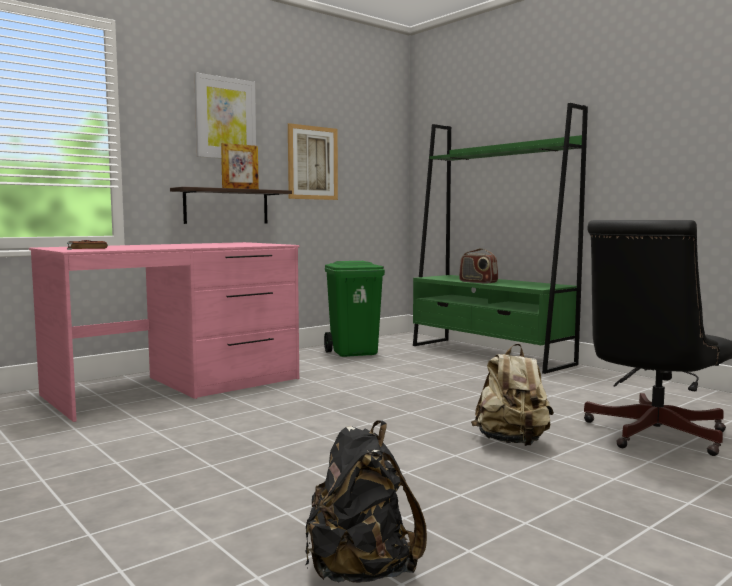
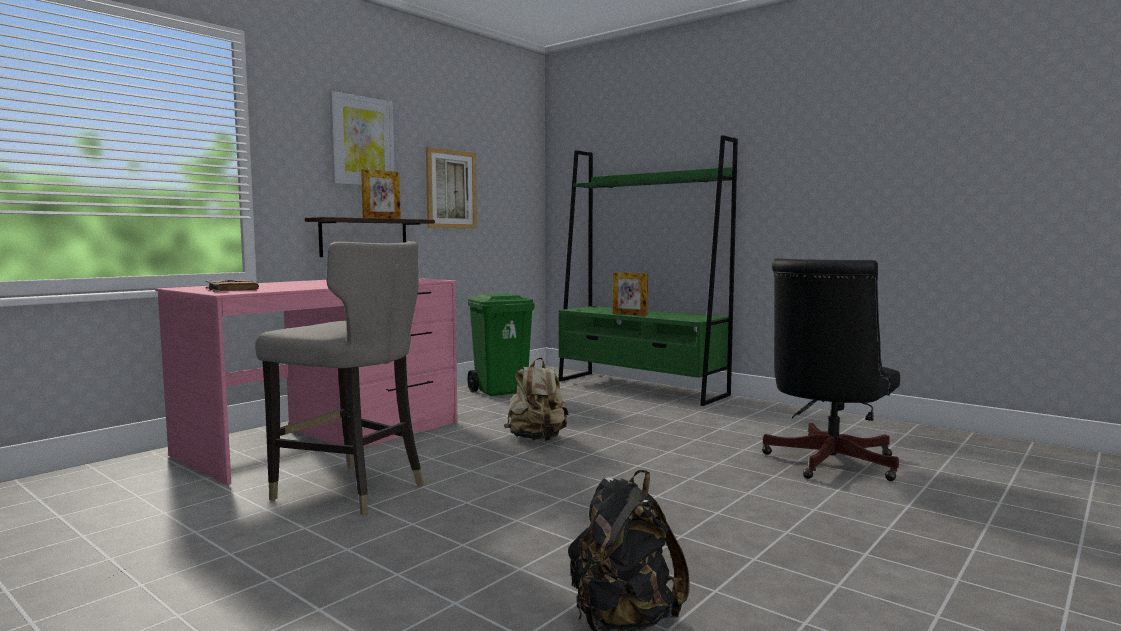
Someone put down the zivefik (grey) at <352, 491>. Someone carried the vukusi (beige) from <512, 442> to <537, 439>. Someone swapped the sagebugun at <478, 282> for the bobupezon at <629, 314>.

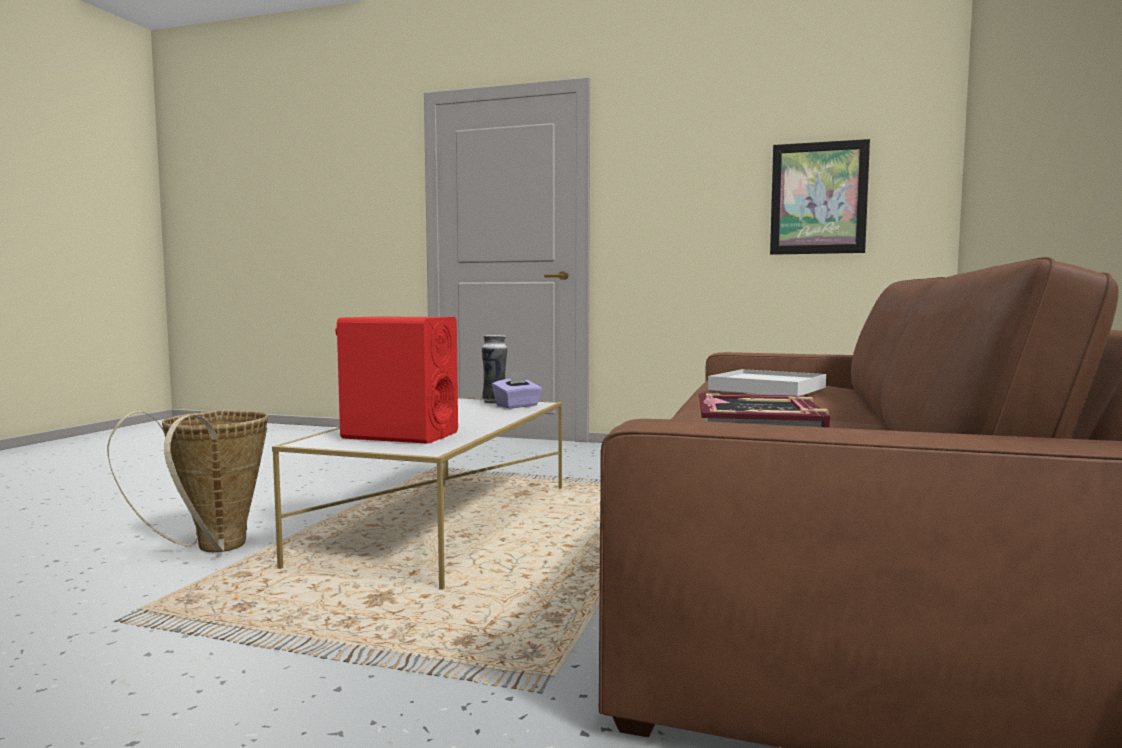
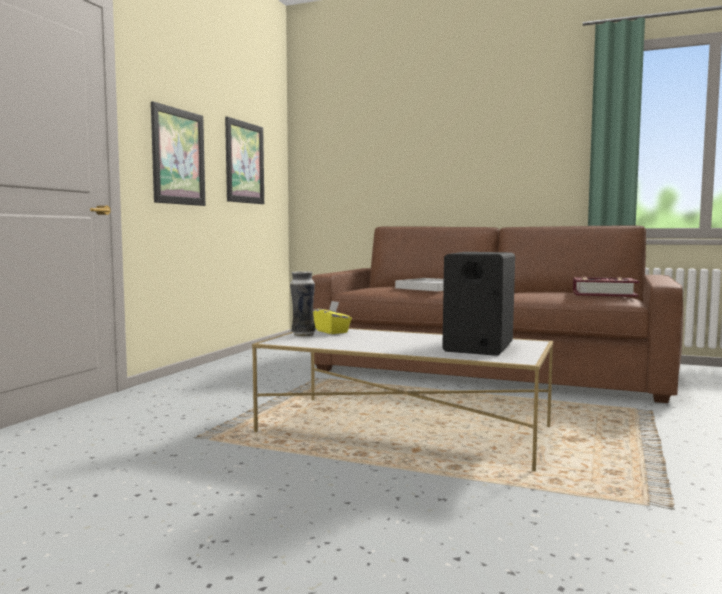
Someone took away the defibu at <212, 549>. Someone put up the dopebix at <178, 157>. Someone repainted the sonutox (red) at <400, 435>, which became the sonutox (black) at <479, 347>. Someone repainted the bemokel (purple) at <517, 406>, which became the bemokel (yellow) at <332, 331>.

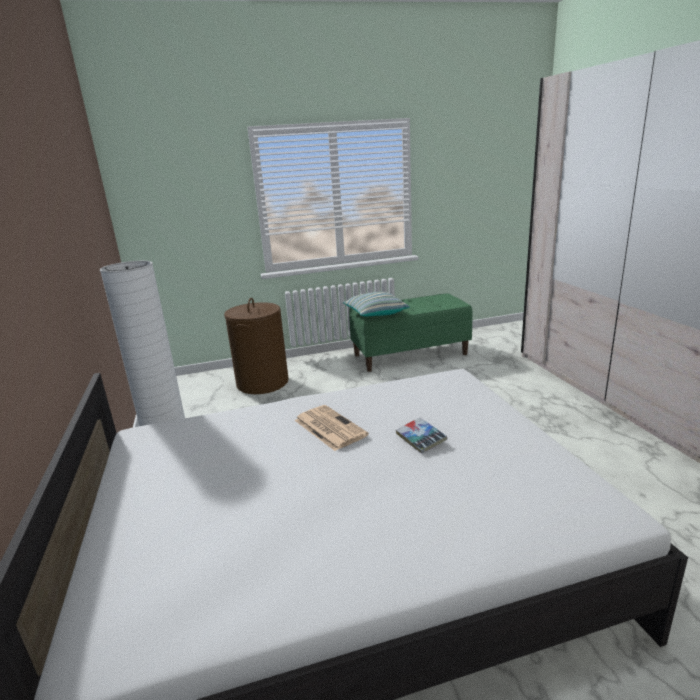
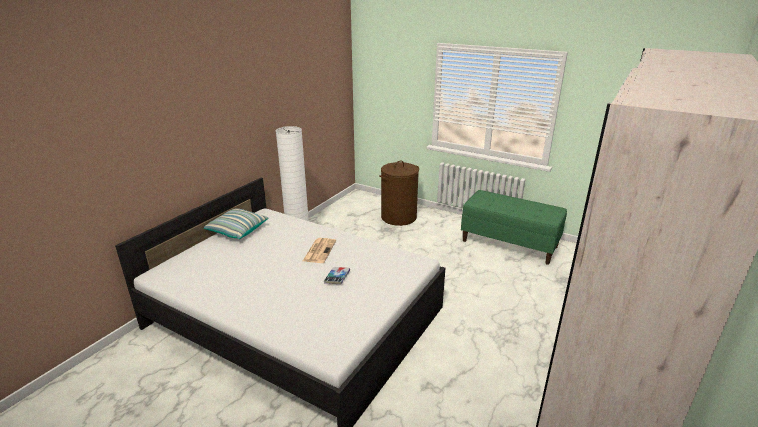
Someone carried the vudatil from <375, 314> to <237, 231>.

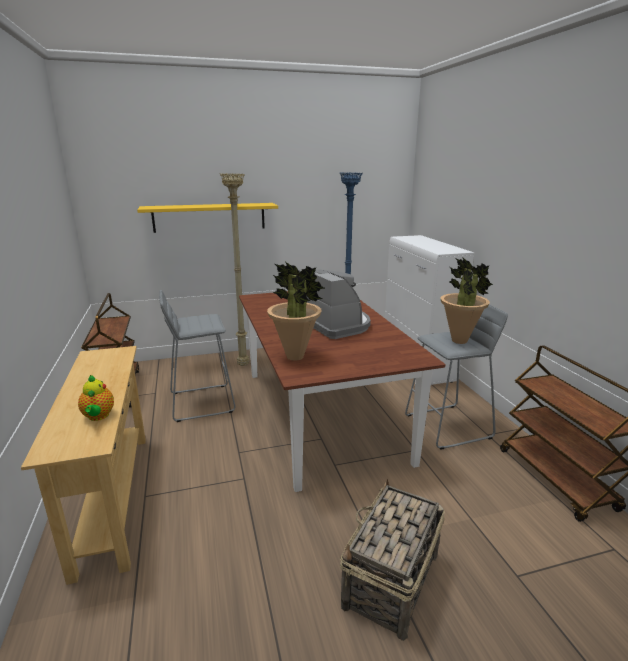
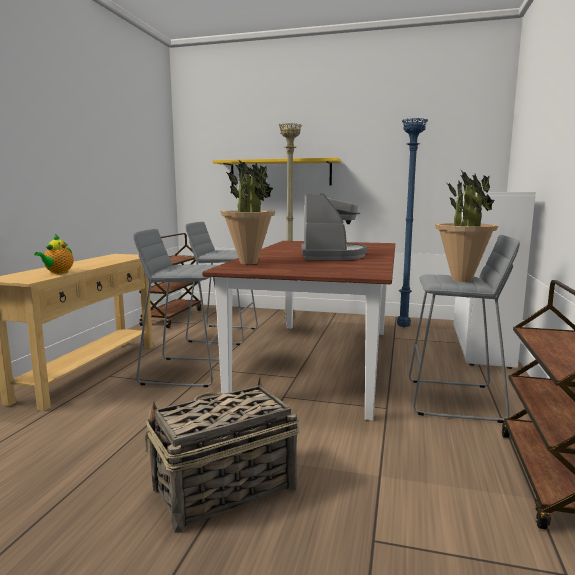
Someone put down the zivefik (grey) at <185, 371>.

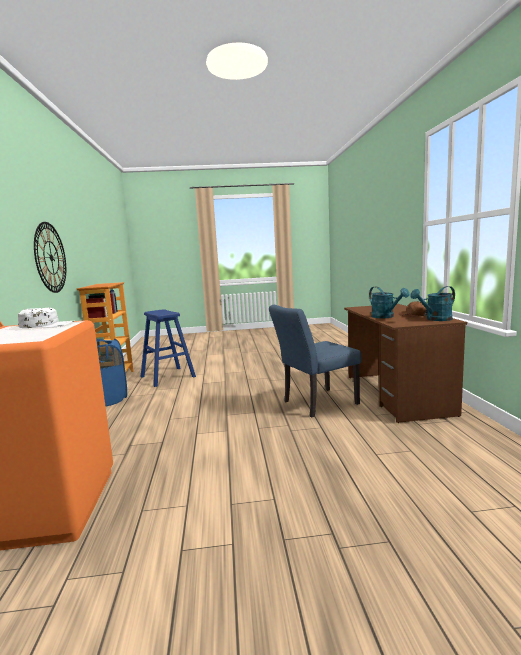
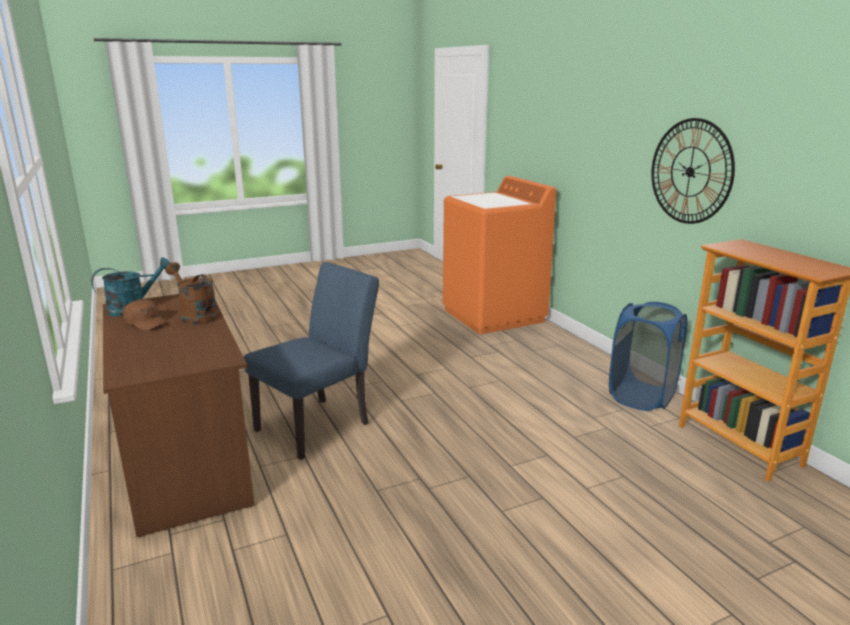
Someone took away the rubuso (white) at <47, 325>. Someone took away the zivefik (blue) at <167, 376>. Someone repainted the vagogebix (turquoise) at <386, 317>, which became the vagogebix (brown) at <195, 316>.

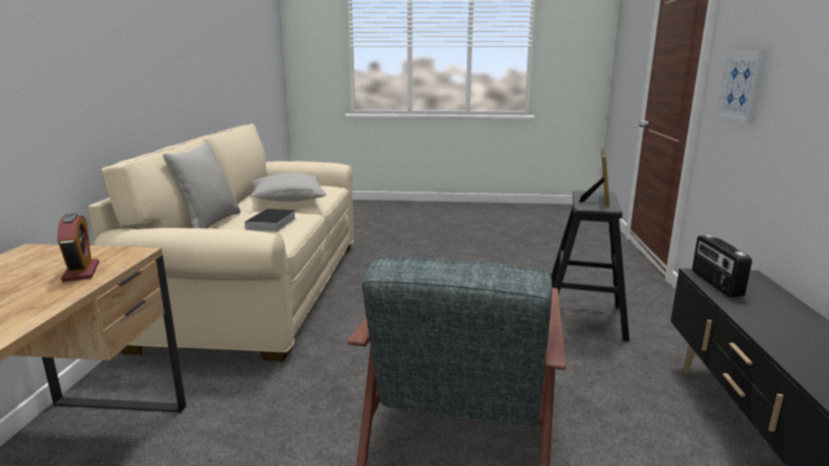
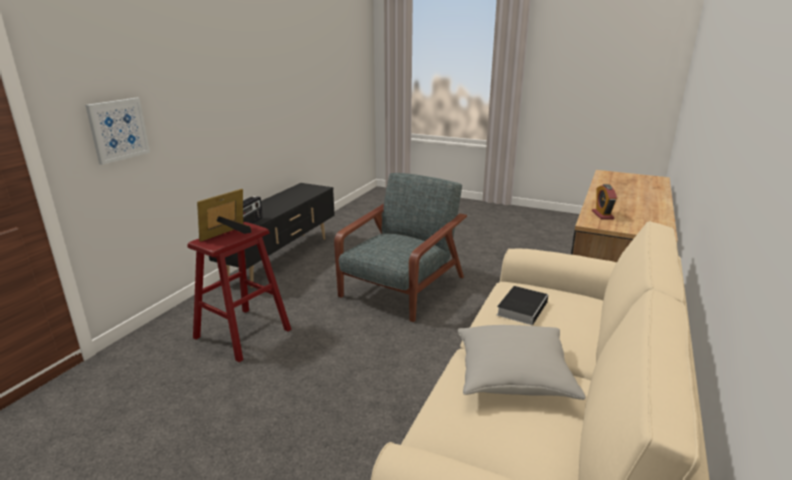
Someone took away the vudatil (grey) at <209, 224>. Someone repainted the zivefik (black) at <583, 318>, which became the zivefik (red) at <242, 334>.

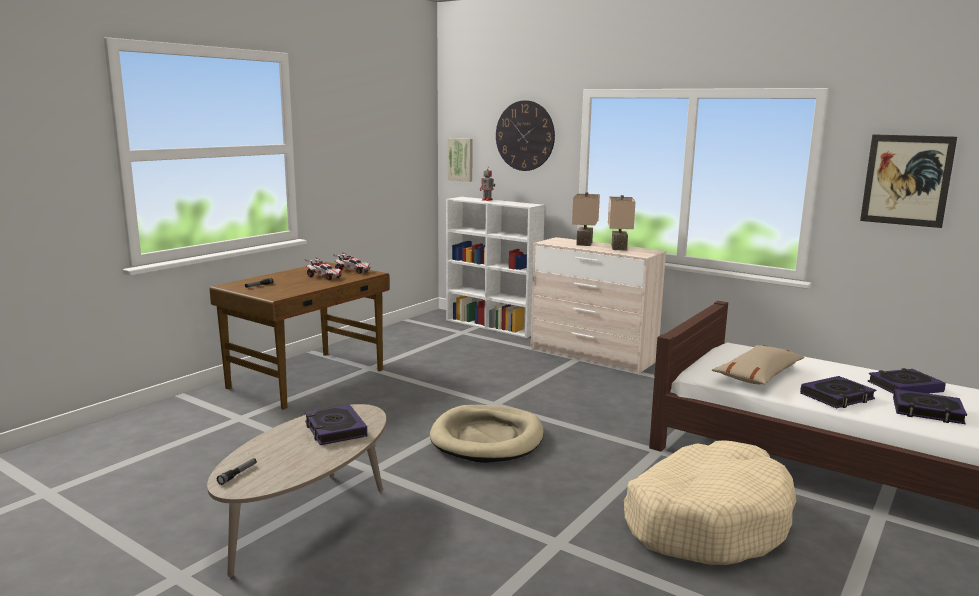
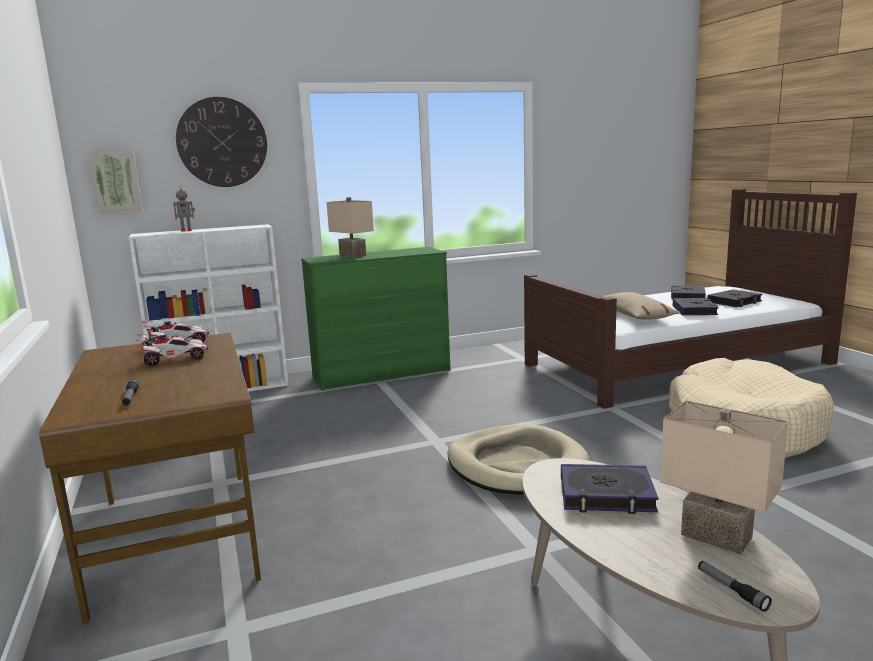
Someone took away the dopebix at <906, 180>. Someone carried the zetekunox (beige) from <617, 248> to <714, 537>. Someone repainted the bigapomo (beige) at <592, 355>, which became the bigapomo (green) at <381, 374>.

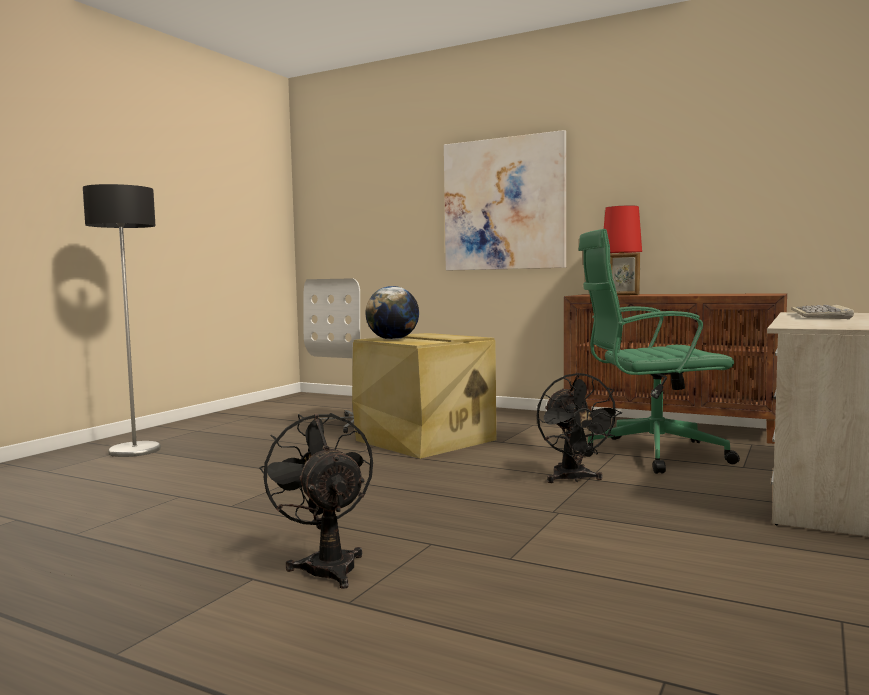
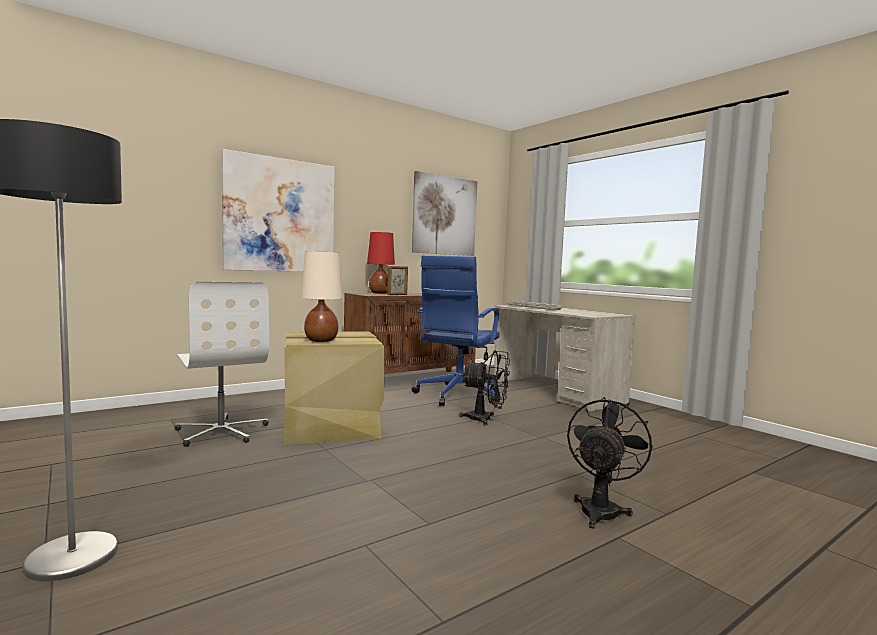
Someone put up the dopebix at <444, 215>. Someone swapped the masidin at <393, 339> for the zetekunox (beige) at <321, 340>. Someone repainted the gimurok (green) at <650, 454>, which became the gimurok (blue) at <456, 396>. Someone rotated the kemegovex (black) at <326, 565> by 120 degrees clockwise.

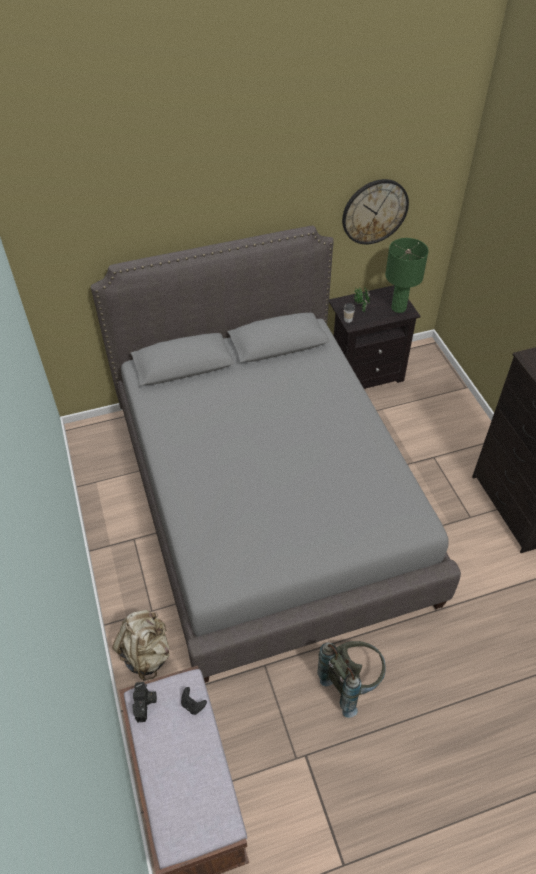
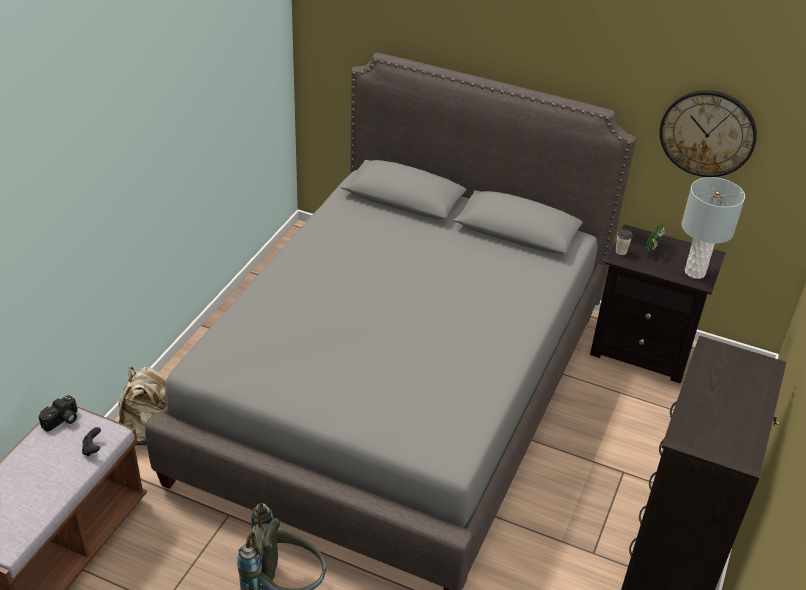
Someone repainted the zetekunox (green) at <399, 308>, which became the zetekunox (grey) at <695, 272>.

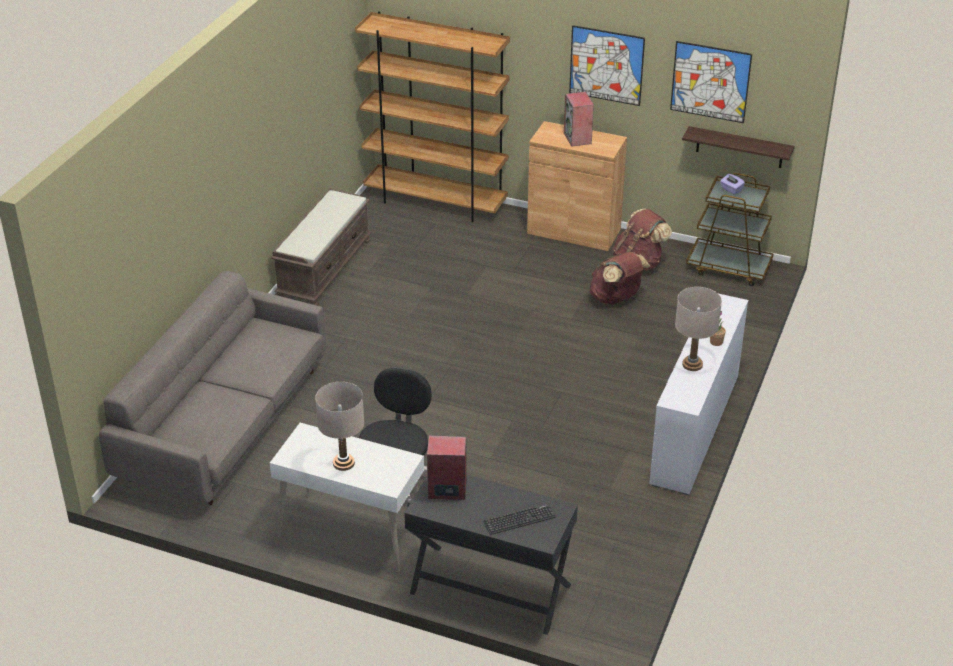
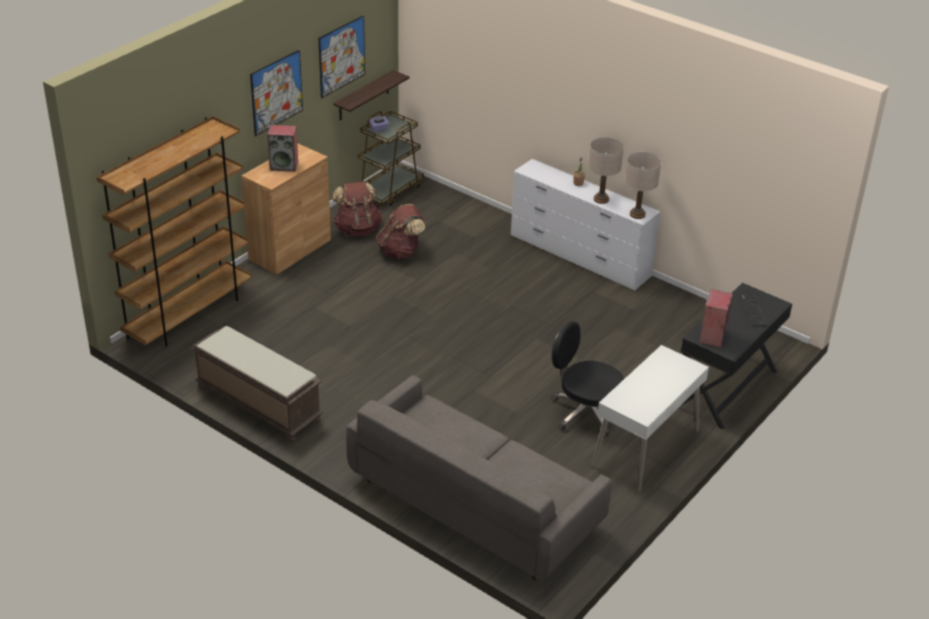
Someone carried the zetekunox (beige) from <343, 463> to <637, 214>.

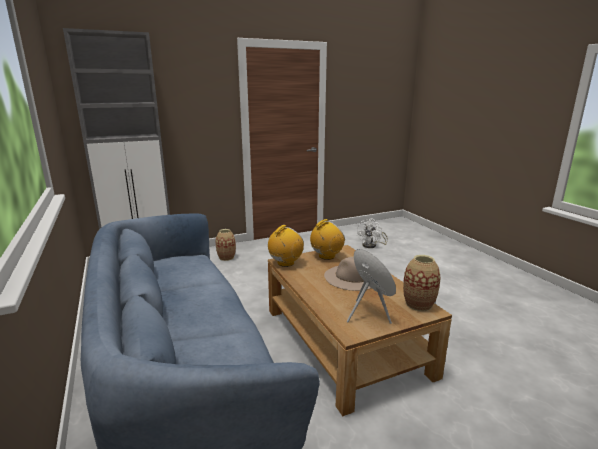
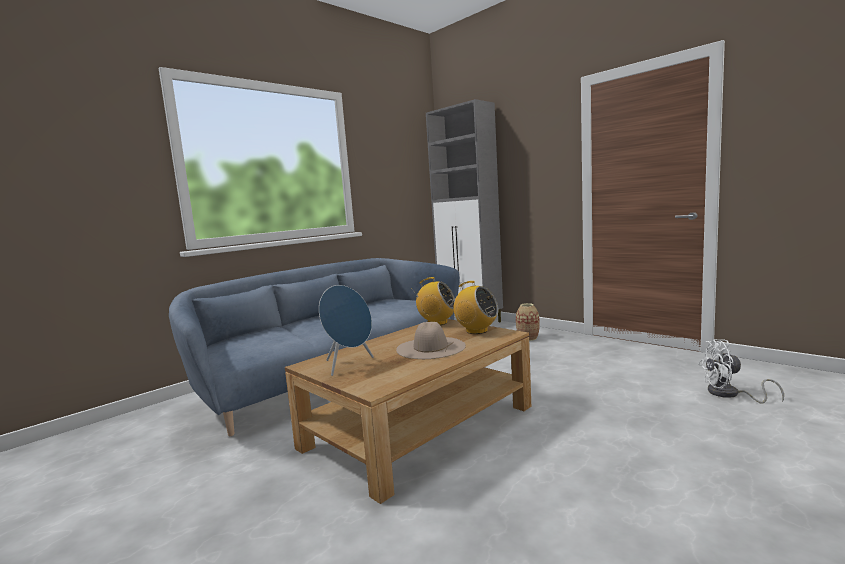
Someone took away the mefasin at <418, 304>.

